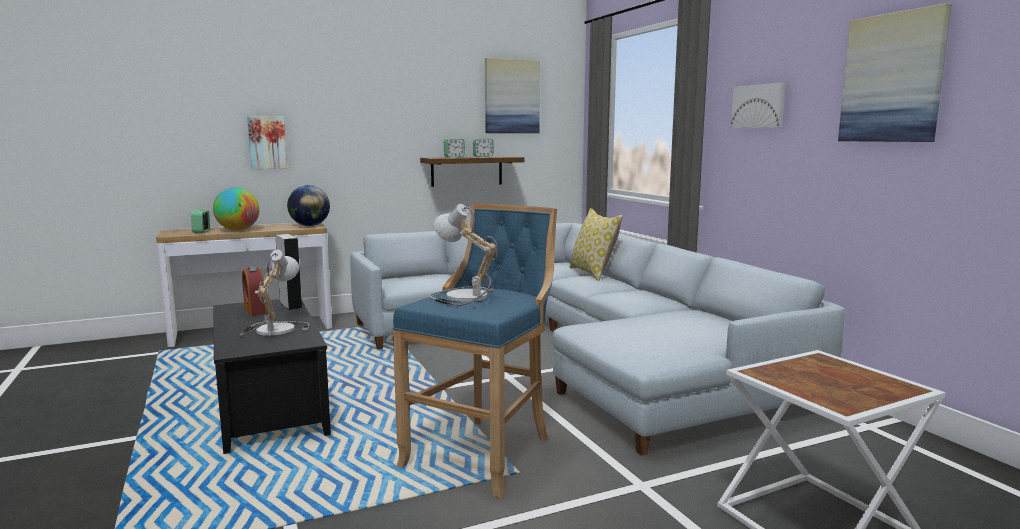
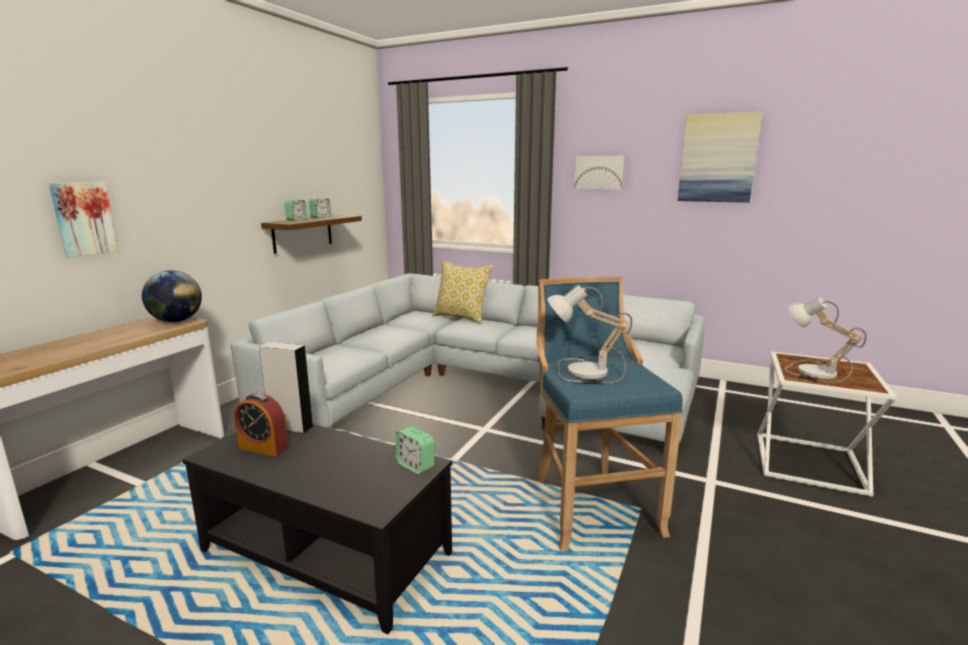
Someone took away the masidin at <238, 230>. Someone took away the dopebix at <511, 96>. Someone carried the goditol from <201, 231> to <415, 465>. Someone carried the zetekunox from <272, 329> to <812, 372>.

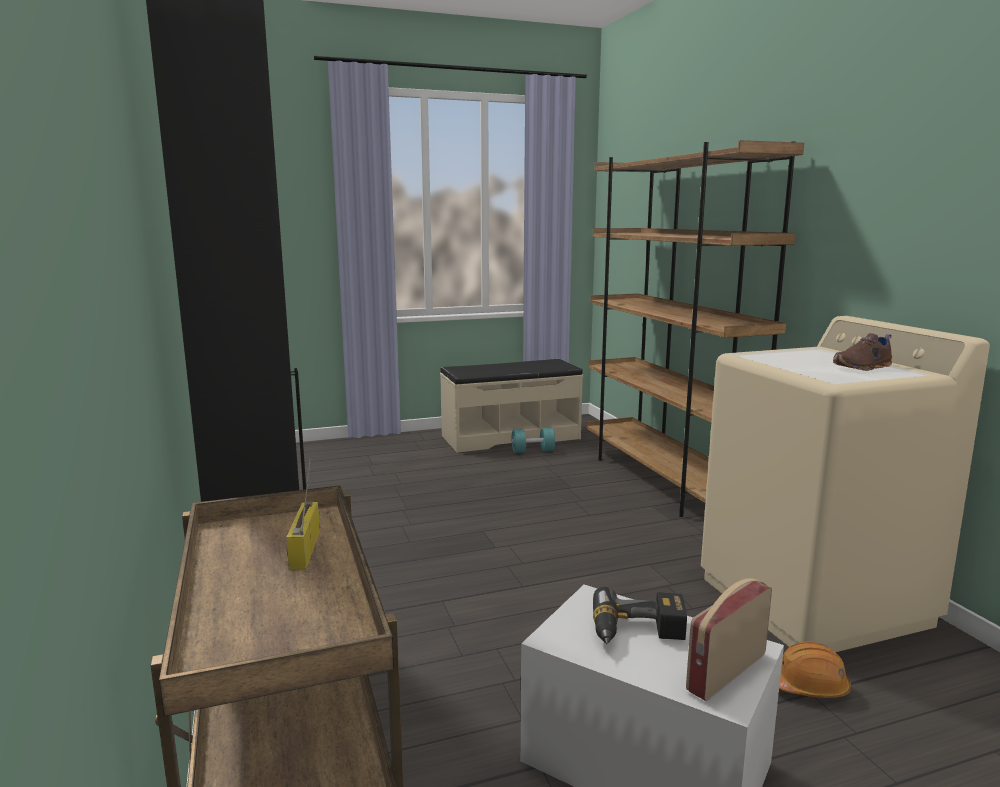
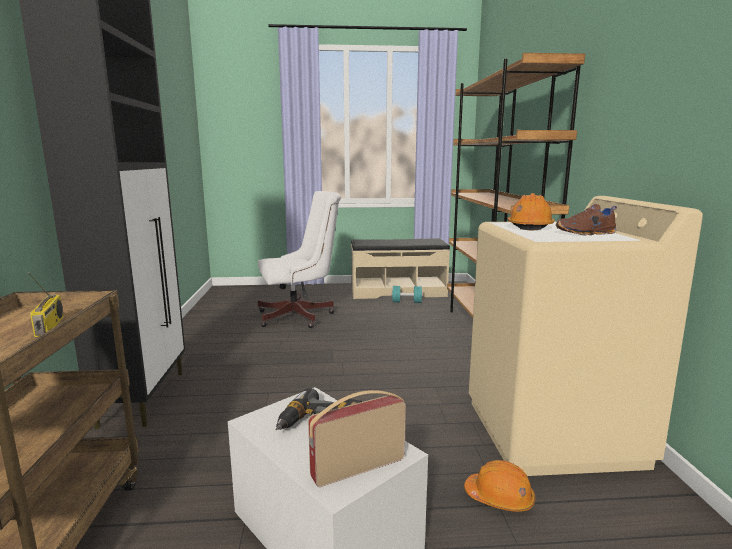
Someone put down the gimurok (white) at <300, 316>. Someone put down the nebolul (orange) at <529, 227>. Someone rotated the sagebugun at <304, 548> by 150 degrees clockwise.

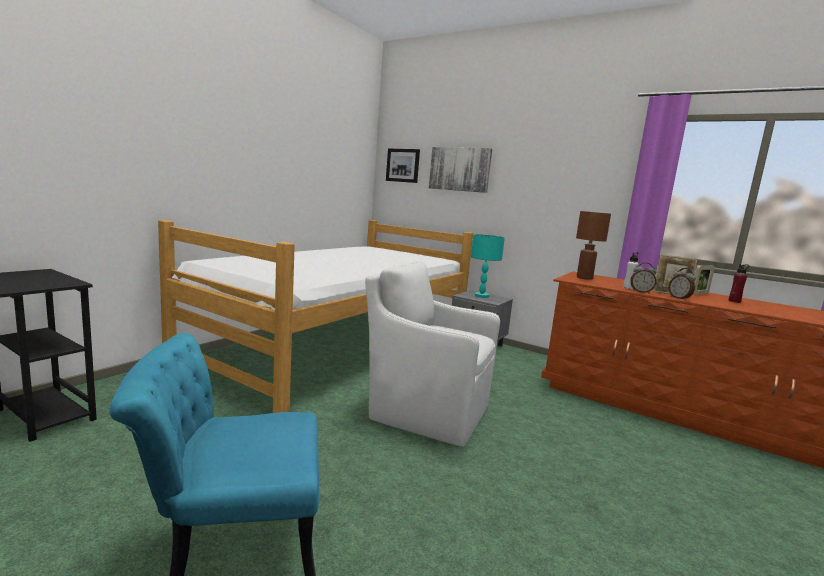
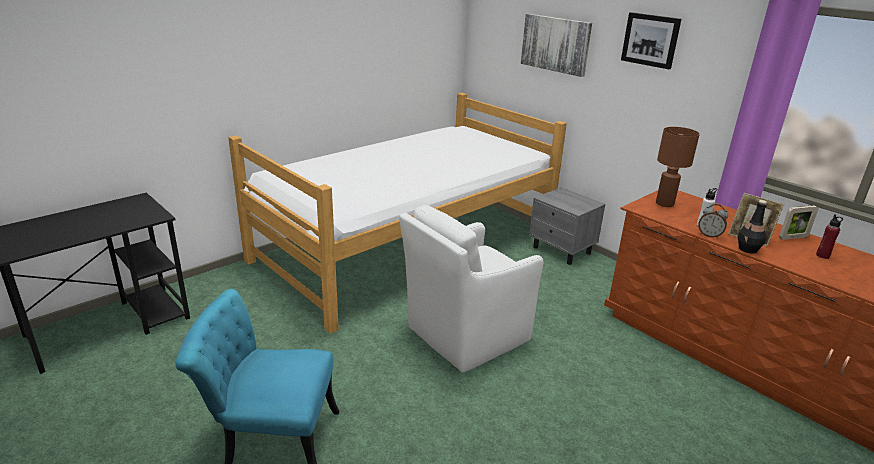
Someone took away the zetekunox (turquoise) at <482, 296>. Someone carried the dopebix from <403, 165> to <650, 40>. Someone swapped the goditol at <679, 298> for the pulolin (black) at <748, 249>. Someone rotated the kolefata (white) at <426, 411> by 75 degrees counterclockwise.

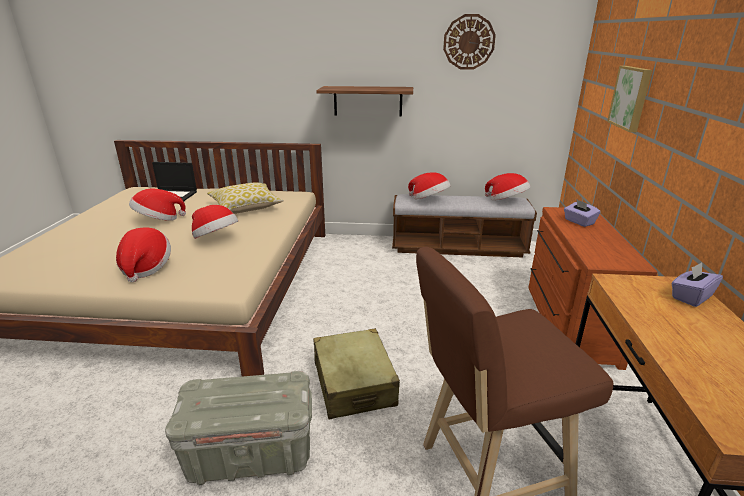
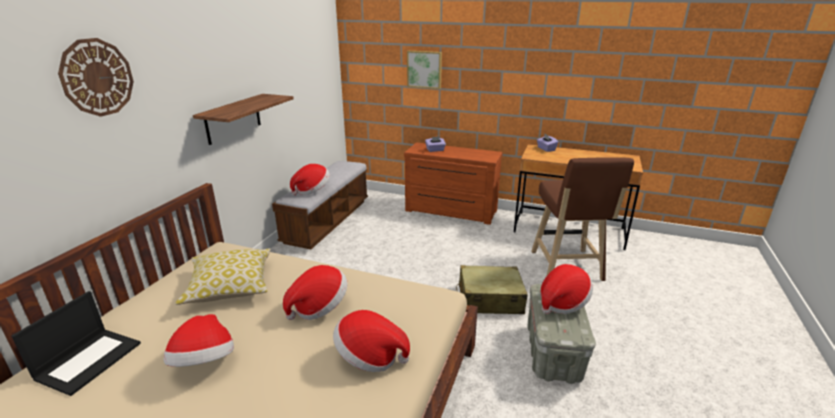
Someone carried the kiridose from <469, 42> to <97, 77>. Someone carried the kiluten from <506, 201> to <562, 302>.

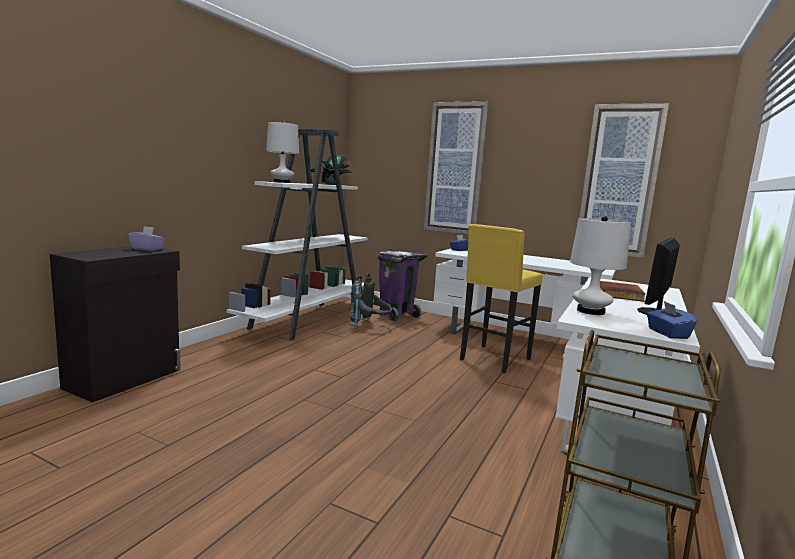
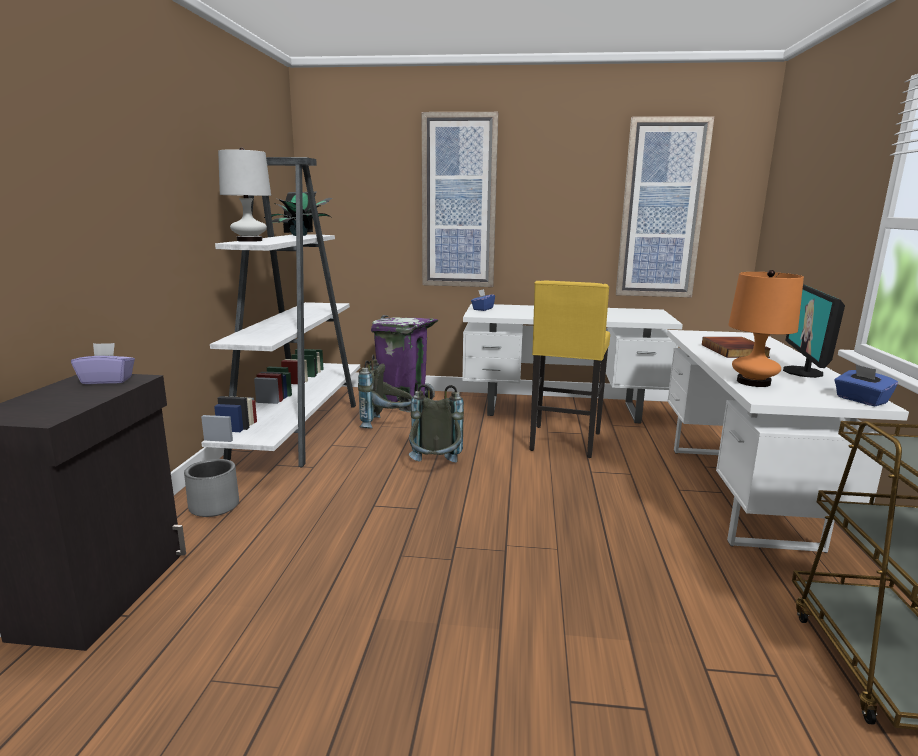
Someone put down the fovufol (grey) at <214, 507>. Someone put down the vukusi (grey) at <435, 468>. Someone repainted the zetekunox (white) at <590, 311>, which became the zetekunox (orange) at <753, 382>.

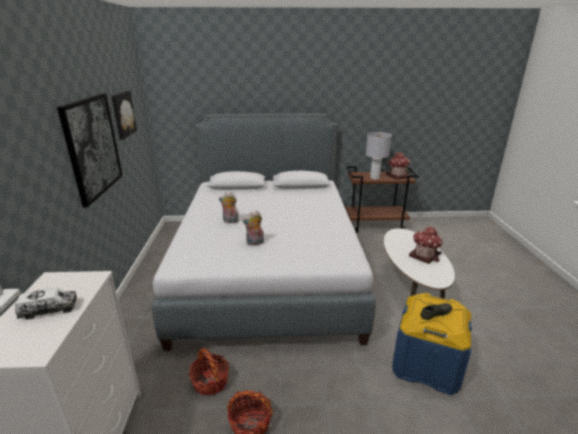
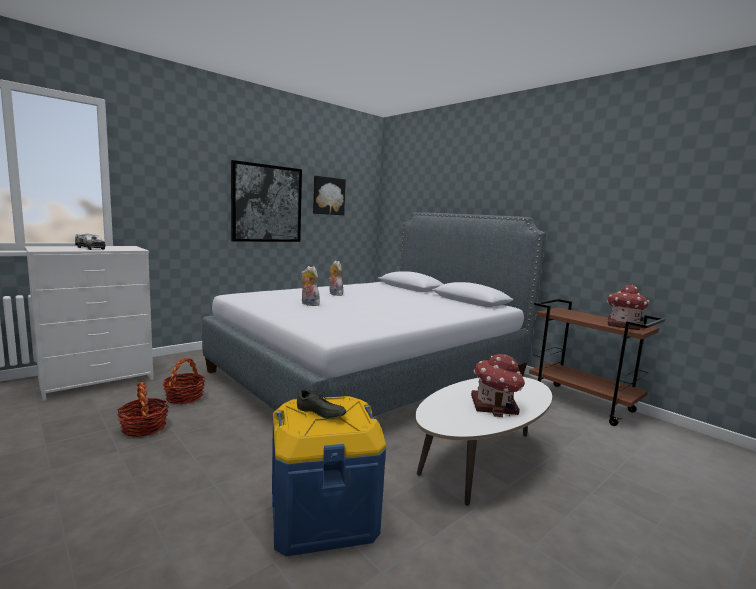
Someone took away the zetekunox (grey) at <374, 177>.

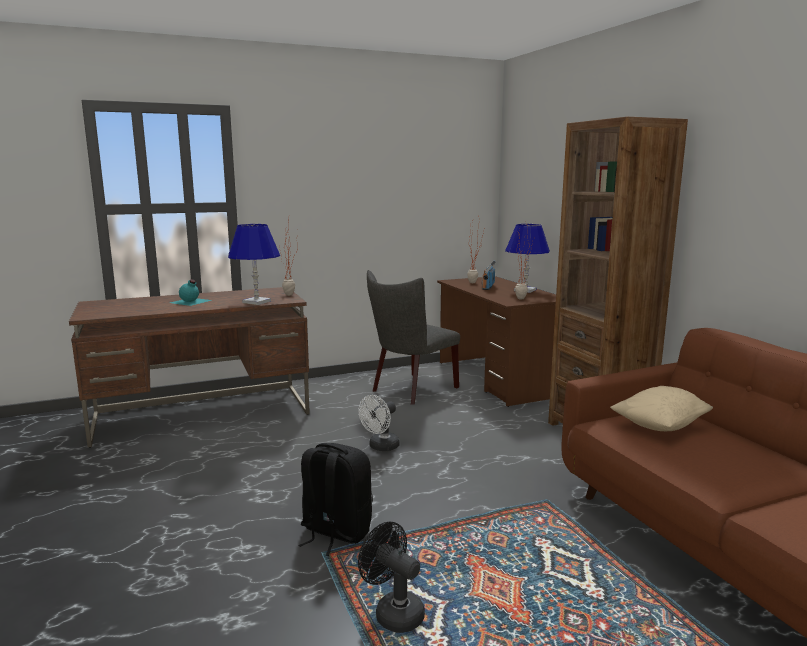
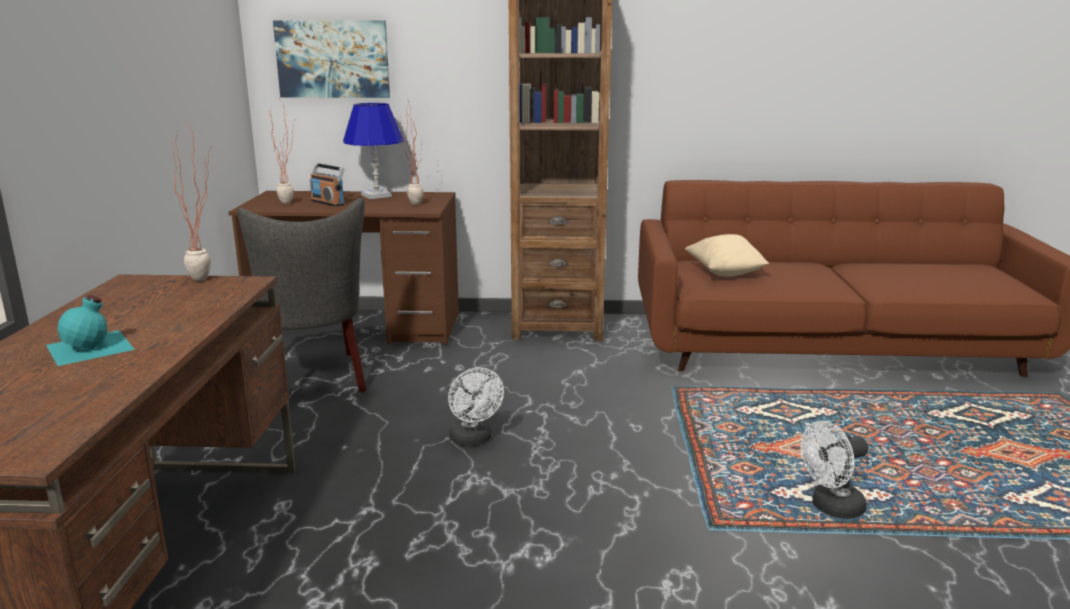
Someone took away the zetekunox (blue) at <256, 302>. Someone took away the vukusi (black) at <334, 532>. Someone put up the dopebix at <333, 59>. Someone repainted the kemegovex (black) at <393, 612>, which became the kemegovex (white) at <831, 508>.

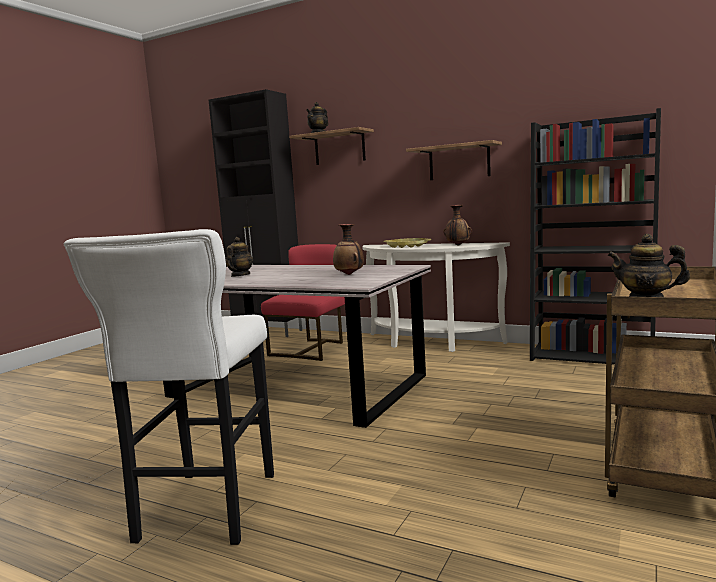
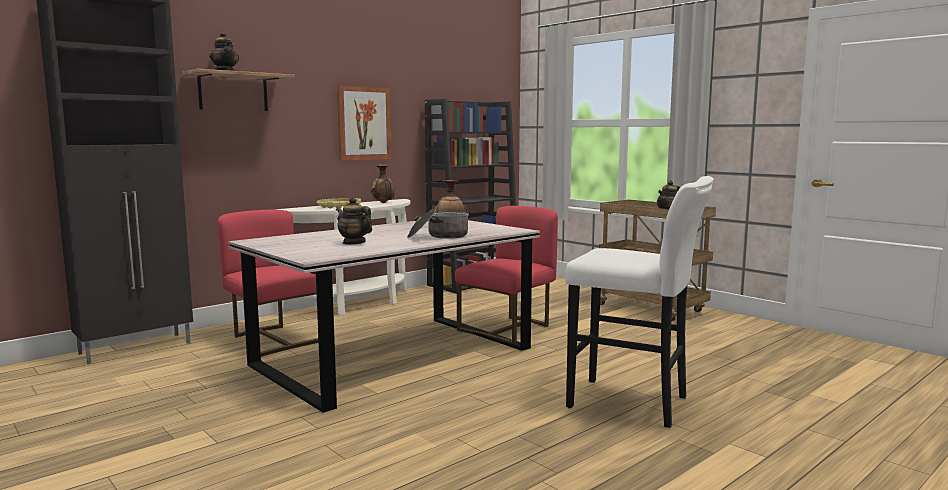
Someone put down the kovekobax at <438, 236>. Someone put down the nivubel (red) at <508, 329>. Someone swapped the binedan at <459, 162> for the dopebix at <363, 123>.

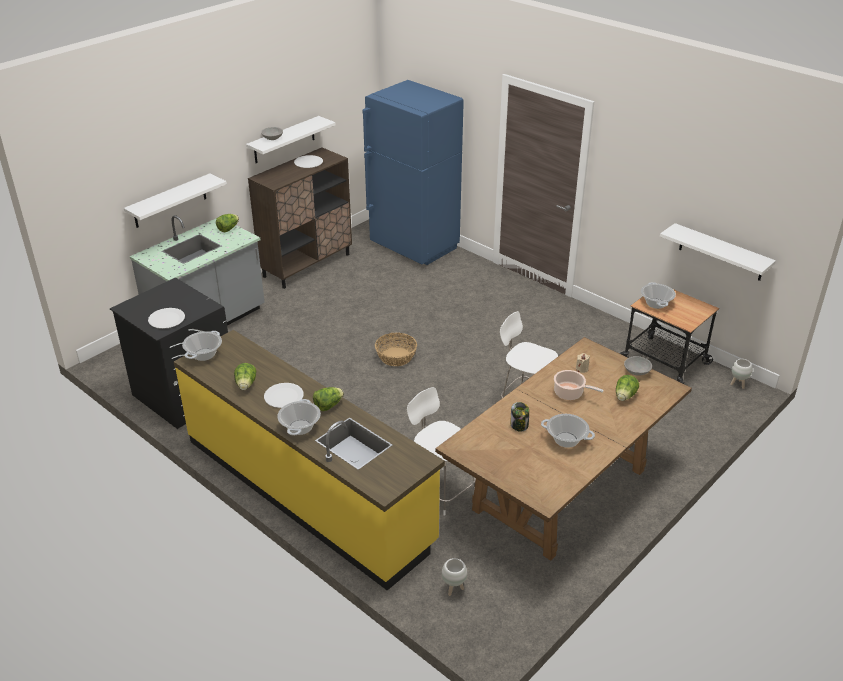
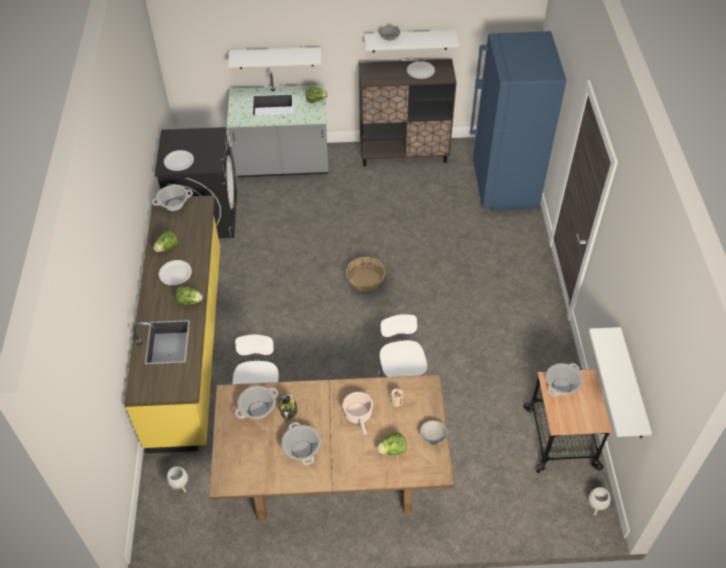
Someone carried the kovekobax from <300, 427> to <258, 409>.

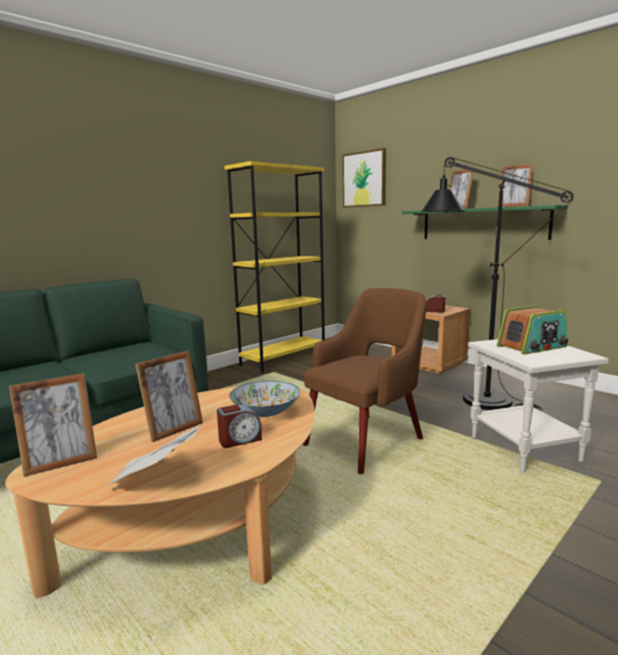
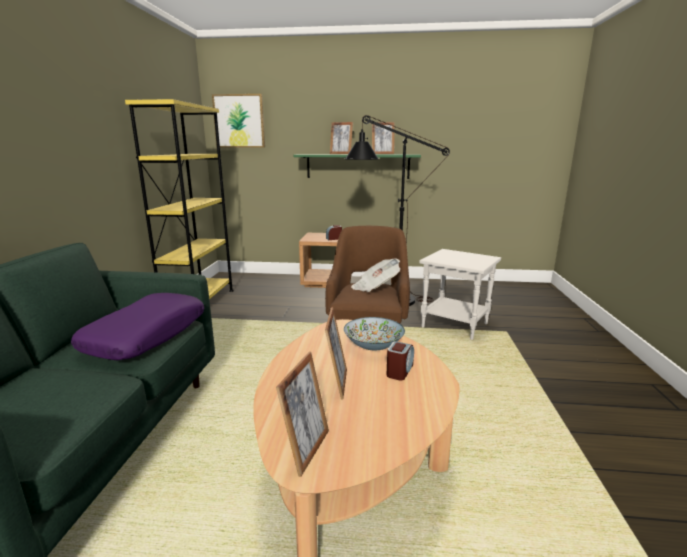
Someone took away the sagebugun at <532, 347>. Someone put down the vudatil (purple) at <146, 335>. Someone carried the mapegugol from <156, 478> to <375, 287>.

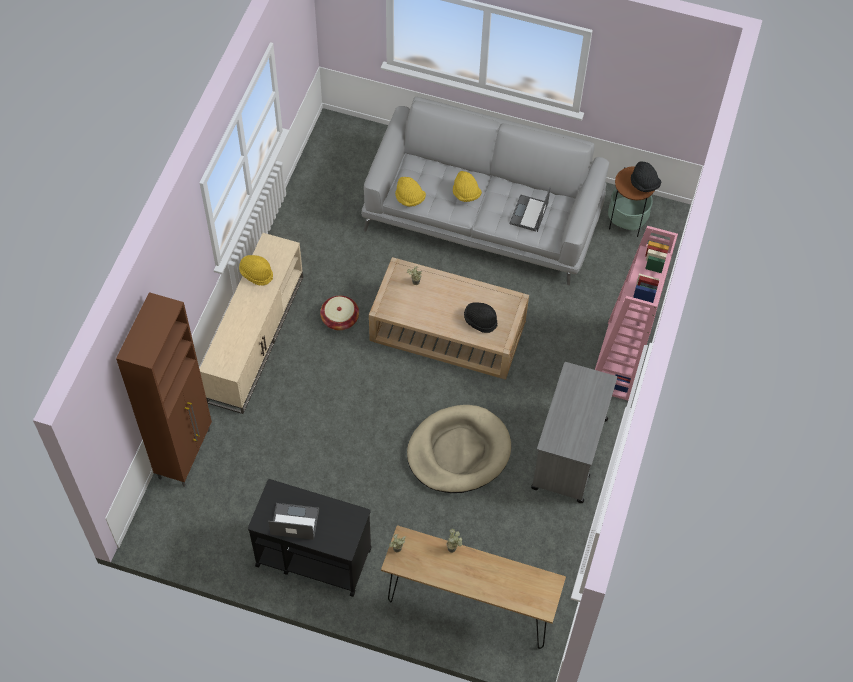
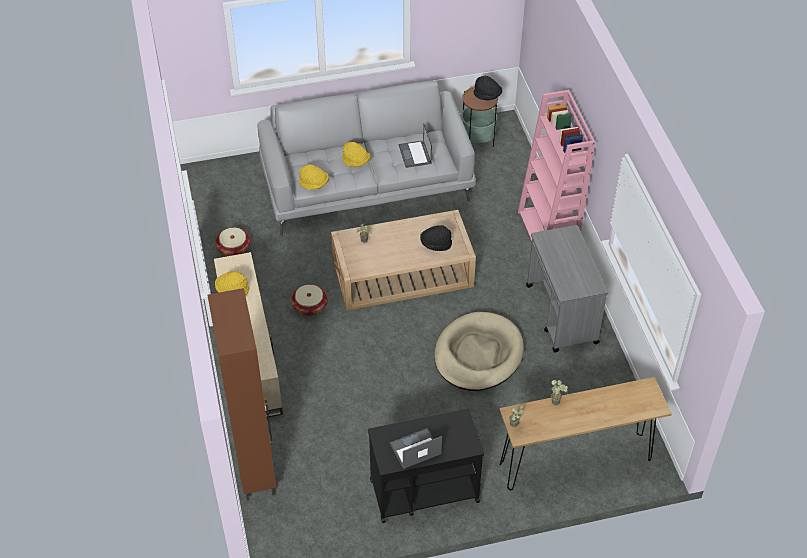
Someone put down the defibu at <234, 248>.

